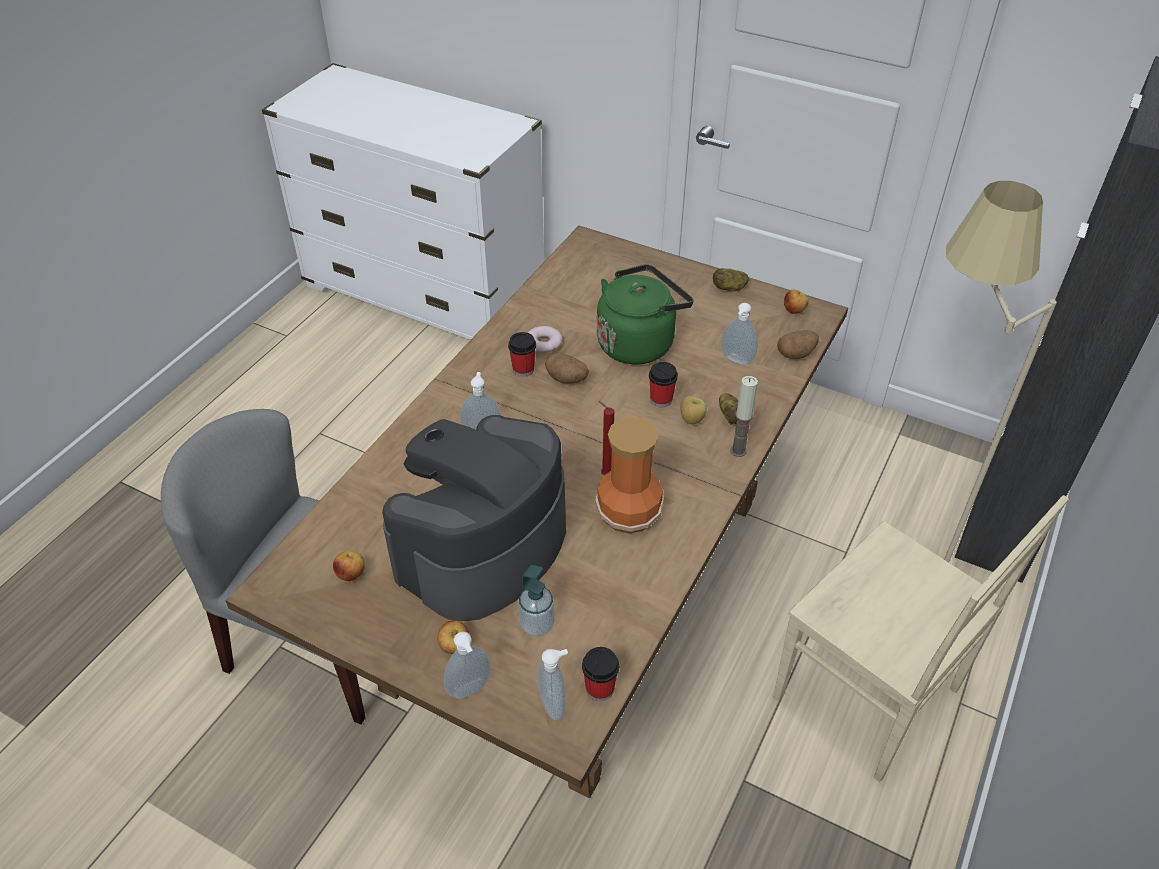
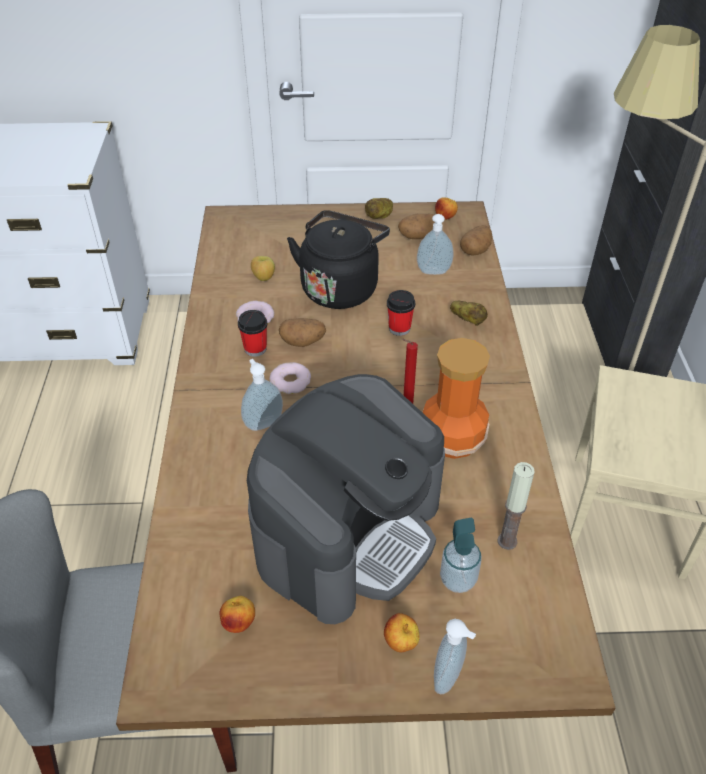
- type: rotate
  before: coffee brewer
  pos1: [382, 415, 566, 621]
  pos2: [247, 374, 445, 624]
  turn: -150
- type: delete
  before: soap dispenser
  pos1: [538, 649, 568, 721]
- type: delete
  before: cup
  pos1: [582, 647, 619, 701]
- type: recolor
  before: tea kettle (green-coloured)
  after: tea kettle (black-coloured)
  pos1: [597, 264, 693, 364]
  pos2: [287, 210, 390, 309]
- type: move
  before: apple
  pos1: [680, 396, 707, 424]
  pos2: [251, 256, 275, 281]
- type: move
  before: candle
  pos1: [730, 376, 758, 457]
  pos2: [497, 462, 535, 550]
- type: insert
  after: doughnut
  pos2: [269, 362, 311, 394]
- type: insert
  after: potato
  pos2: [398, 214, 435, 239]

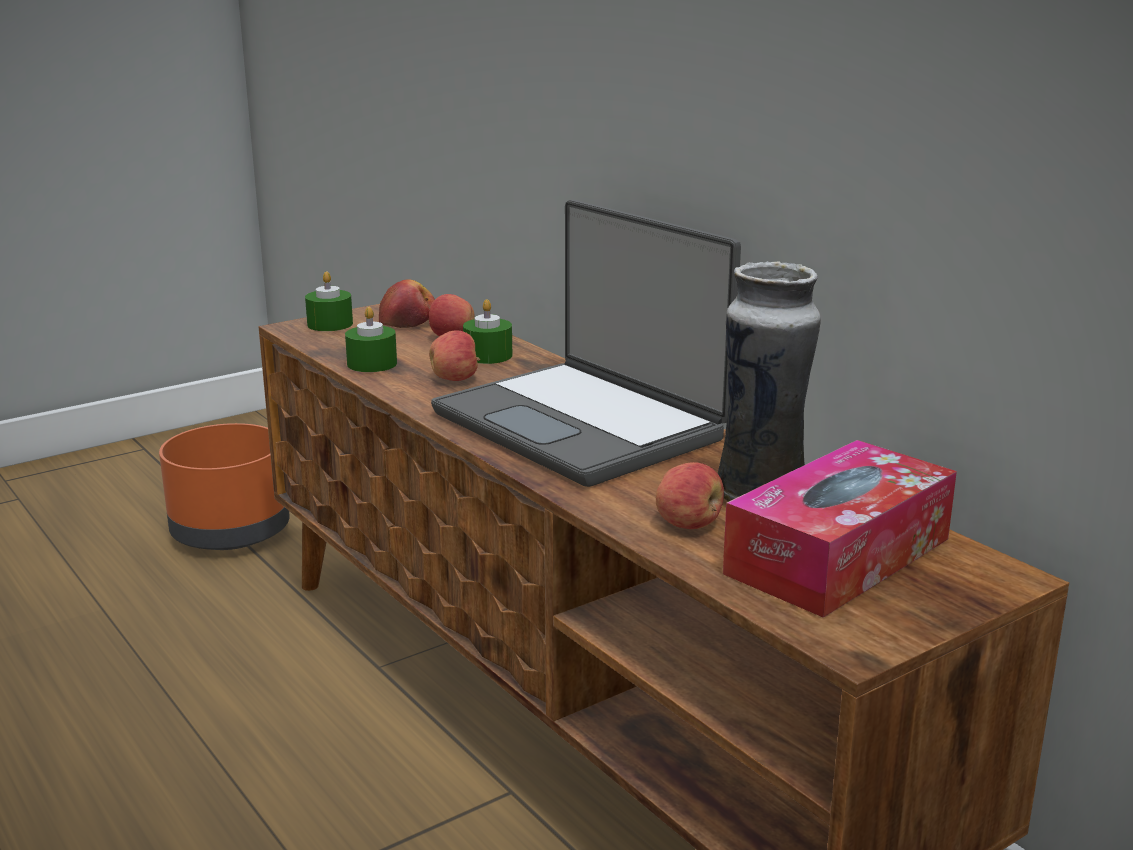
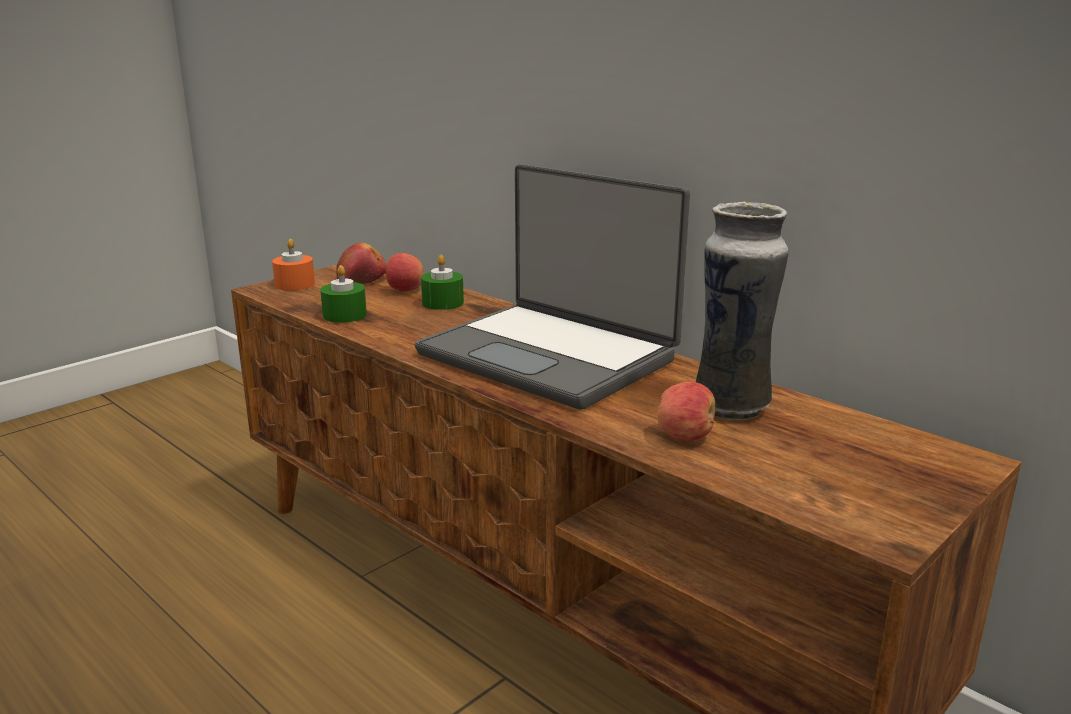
- type: delete
  before: planter (orange-coloured)
  pos1: [159, 423, 290, 550]
- type: recolor
  before: candle (green-coloured)
  after: candle (orange-coloured)
  pos1: [305, 272, 353, 331]
  pos2: [272, 239, 315, 291]
- type: delete
  before: apple
  pos1: [429, 330, 480, 381]
- type: delete
  before: tissue box
  pos1: [723, 440, 957, 618]

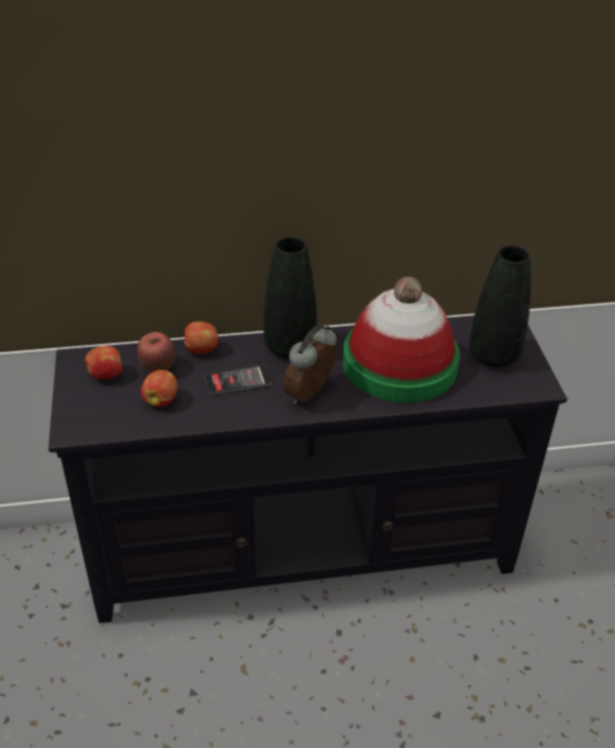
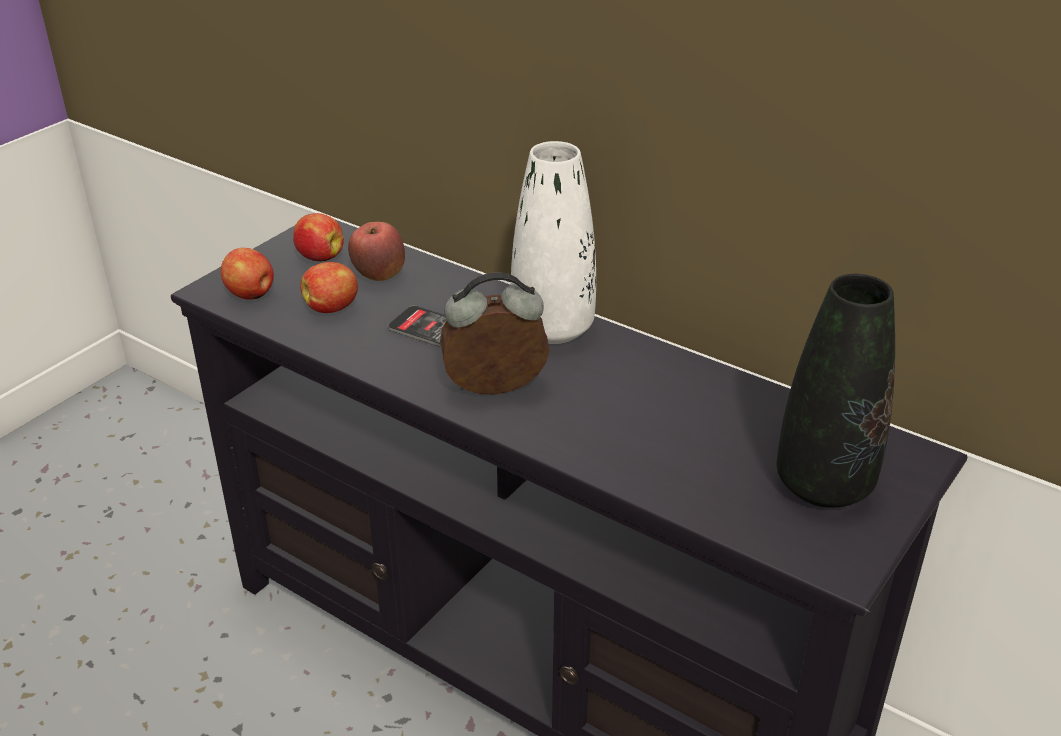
- type: move
  before: apple
  pos1: [184, 321, 218, 354]
  pos2: [220, 248, 274, 300]
- type: recolor
  before: flower vase (black-coloured)
  after: flower vase (white)
  pos1: [263, 237, 317, 358]
  pos2: [511, 141, 596, 344]
- type: delete
  before: hat
  pos1: [343, 277, 460, 403]

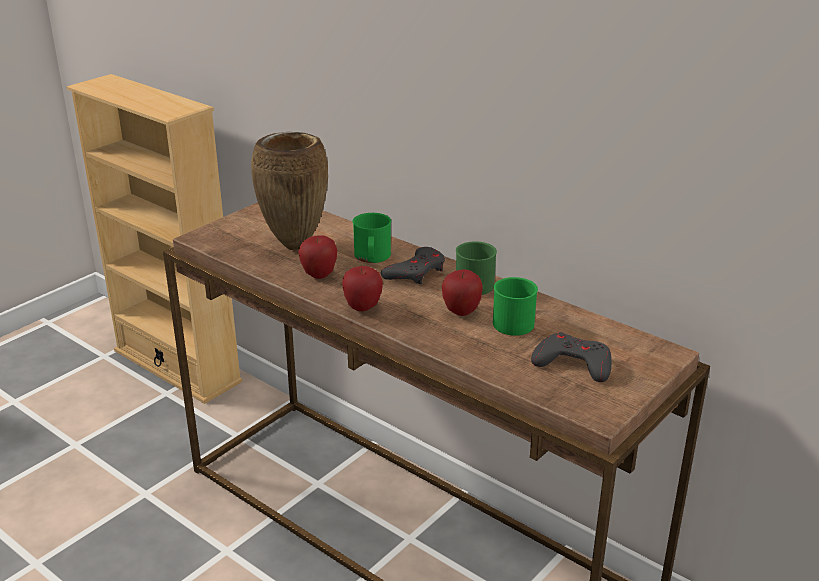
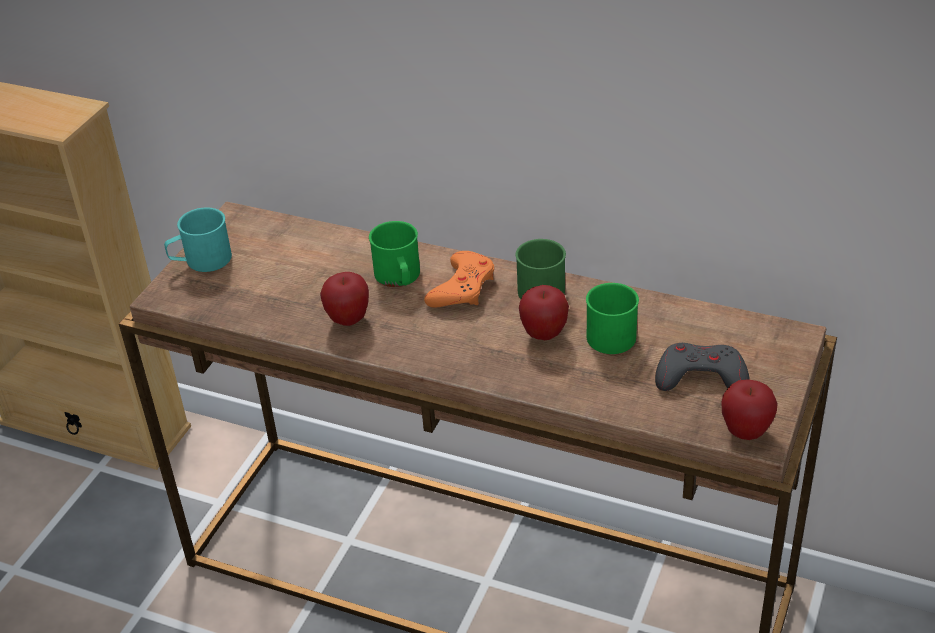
- type: delete
  before: flower vase (brownish)
  pos1: [251, 132, 328, 250]
- type: move
  before: apple
  pos1: [342, 266, 383, 311]
  pos2: [721, 379, 778, 440]
- type: recolor
  before: game controller (grey)
  after: game controller (orange-coloured)
  pos1: [381, 247, 445, 284]
  pos2: [424, 251, 494, 308]
- type: insert
  after: tea mug (turquoise-coloured)
  pos2: [164, 207, 232, 272]

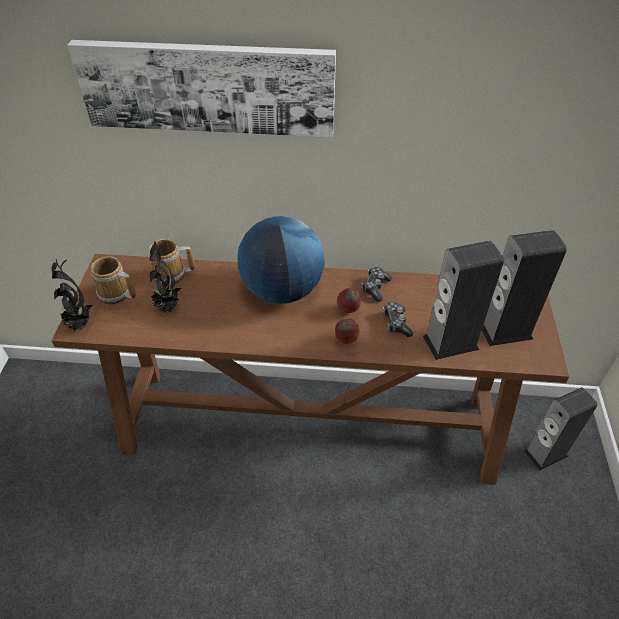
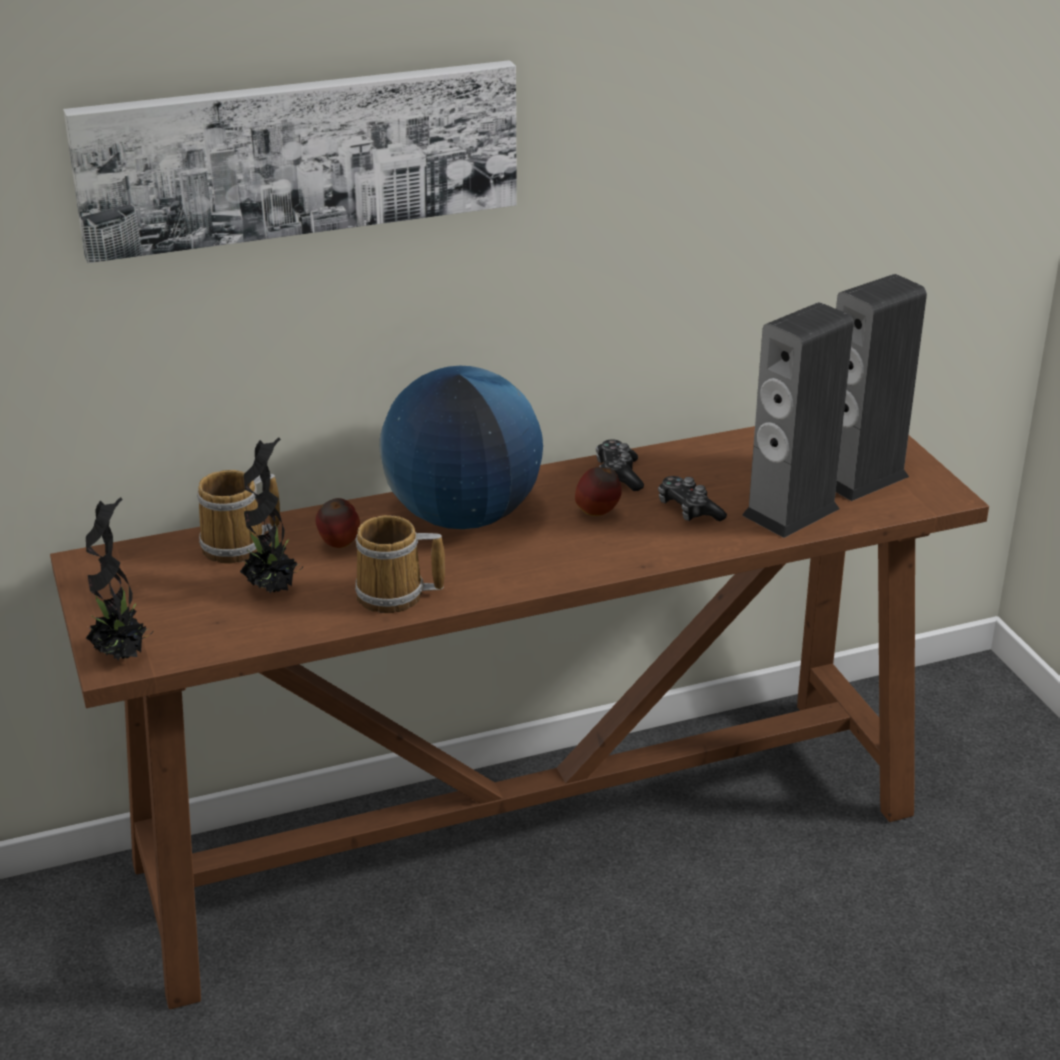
- type: move
  before: tea mug
  pos1: [91, 256, 136, 305]
  pos2: [355, 515, 445, 613]
- type: move
  before: apple
  pos1: [335, 319, 360, 344]
  pos2: [316, 498, 360, 548]
- type: delete
  before: audio speaker
  pos1: [524, 387, 598, 471]

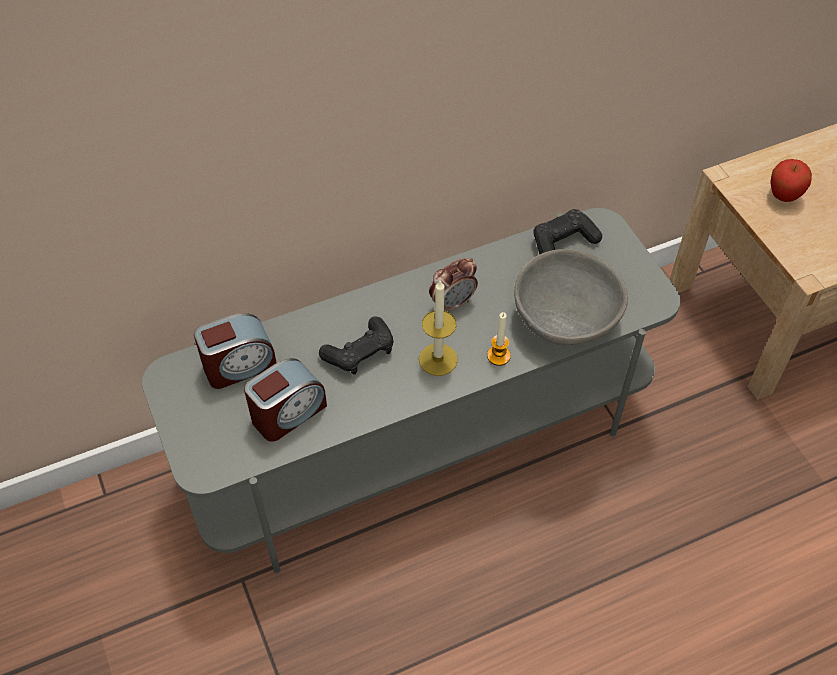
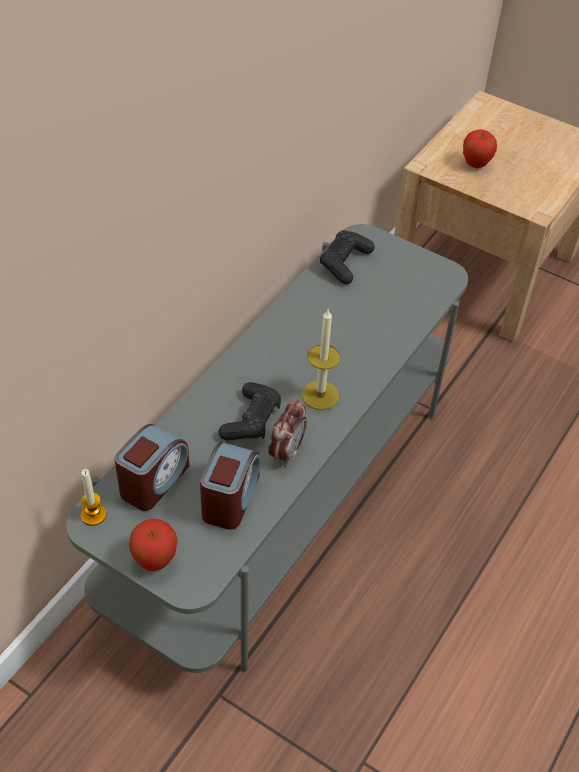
- type: move
  before: alarm clock
  pos1: [429, 258, 478, 311]
  pos2: [268, 399, 307, 466]
- type: move
  before: candle
  pos1: [487, 312, 511, 366]
  pos2: [81, 469, 106, 526]
- type: delete
  before: deep dish (grey)
  pos1: [514, 249, 628, 345]
- type: insert
  after: apple
  pos2: [129, 518, 178, 571]

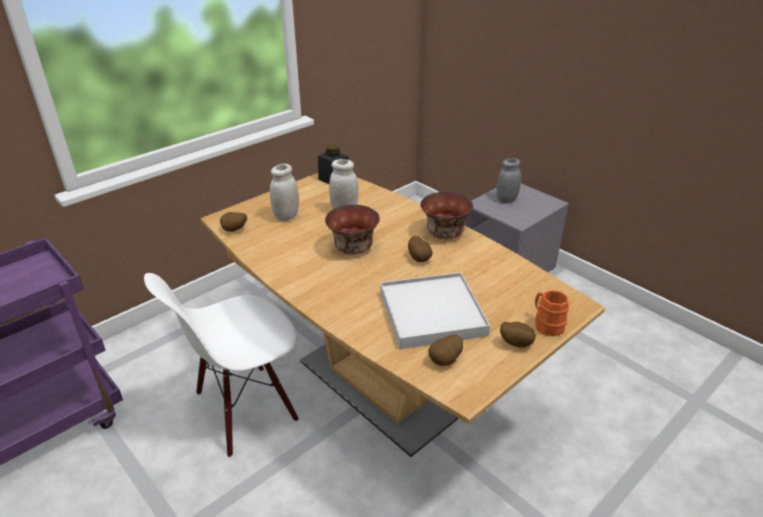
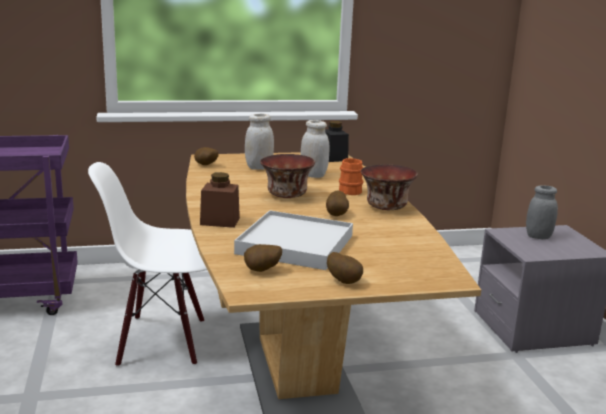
- type: move
  before: tea mug (orange-coloured)
  pos1: [535, 290, 569, 336]
  pos2: [339, 158, 363, 195]
- type: insert
  after: jar (brownish)
  pos2: [200, 172, 240, 228]

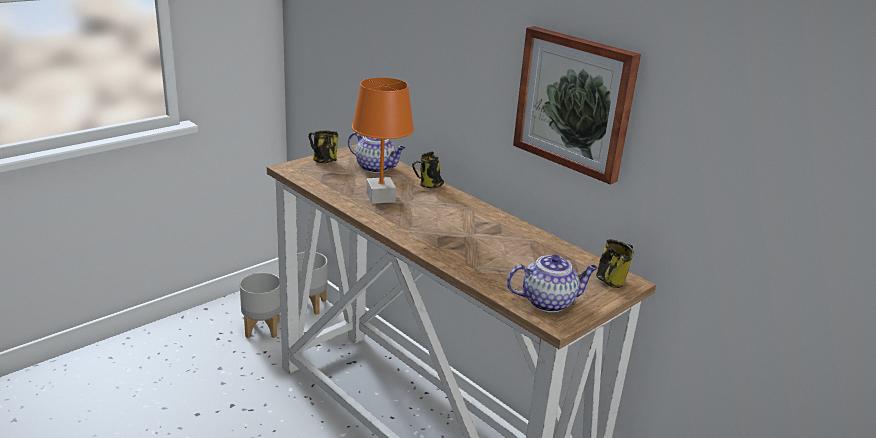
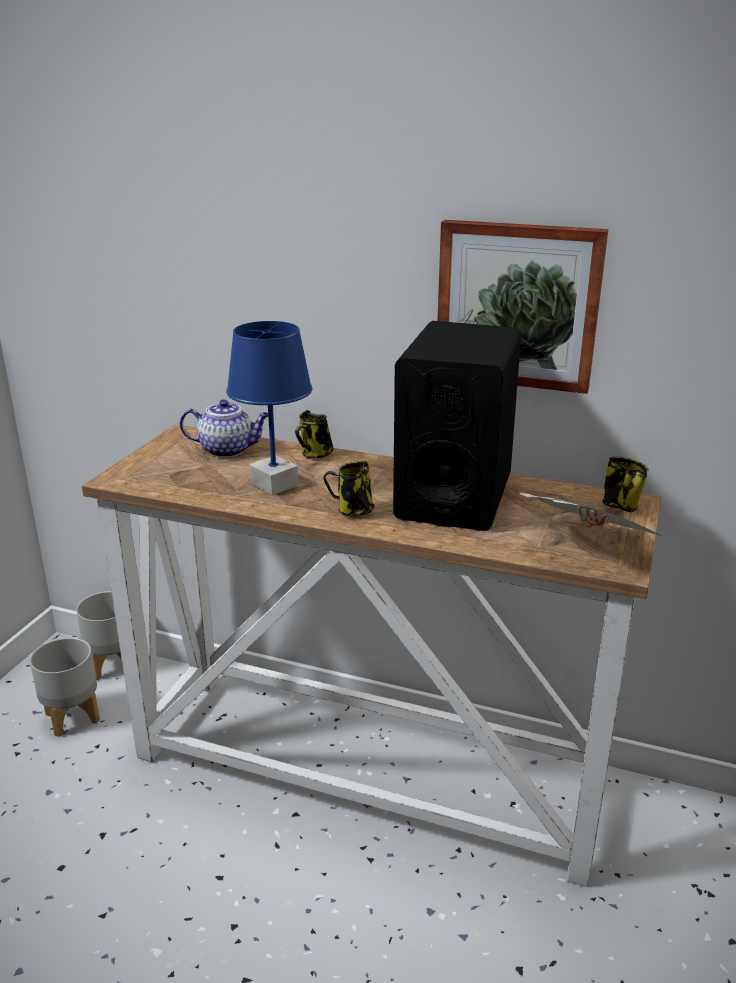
- type: move
  before: tea mug
  pos1: [309, 130, 338, 163]
  pos2: [324, 461, 374, 516]
- type: recolor
  before: tabletop lamp (orange-coloured)
  after: tabletop lamp (blue-coloured)
  pos1: [352, 78, 414, 204]
  pos2: [226, 321, 312, 495]
- type: replace
  before: tea pot
  after: daily paper
  pos1: [507, 254, 598, 312]
  pos2: [520, 492, 661, 536]
- type: insert
  after: audio speaker (black-coloured)
  pos2: [393, 321, 521, 531]

